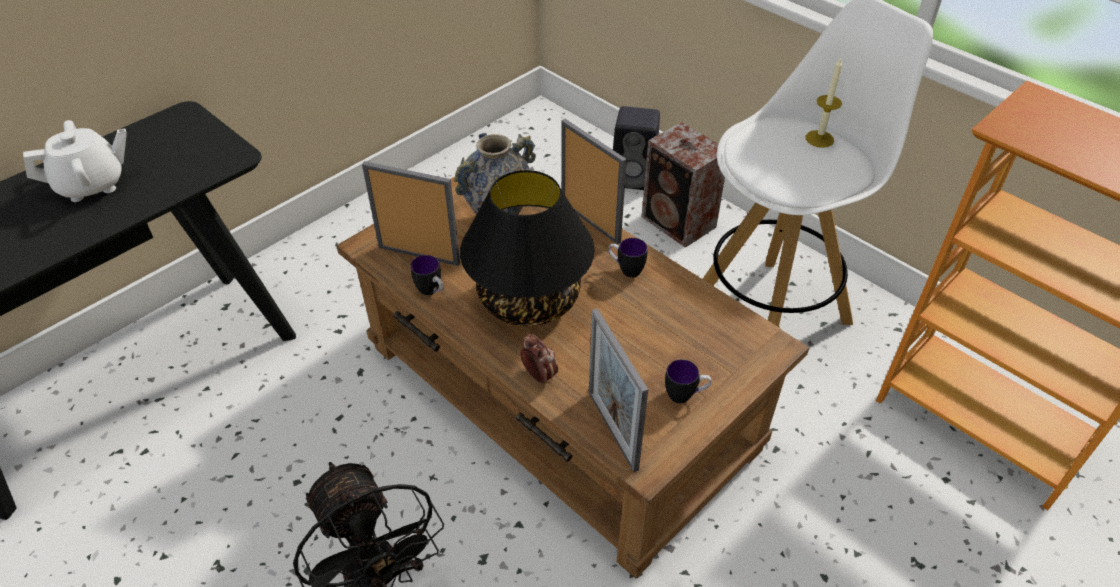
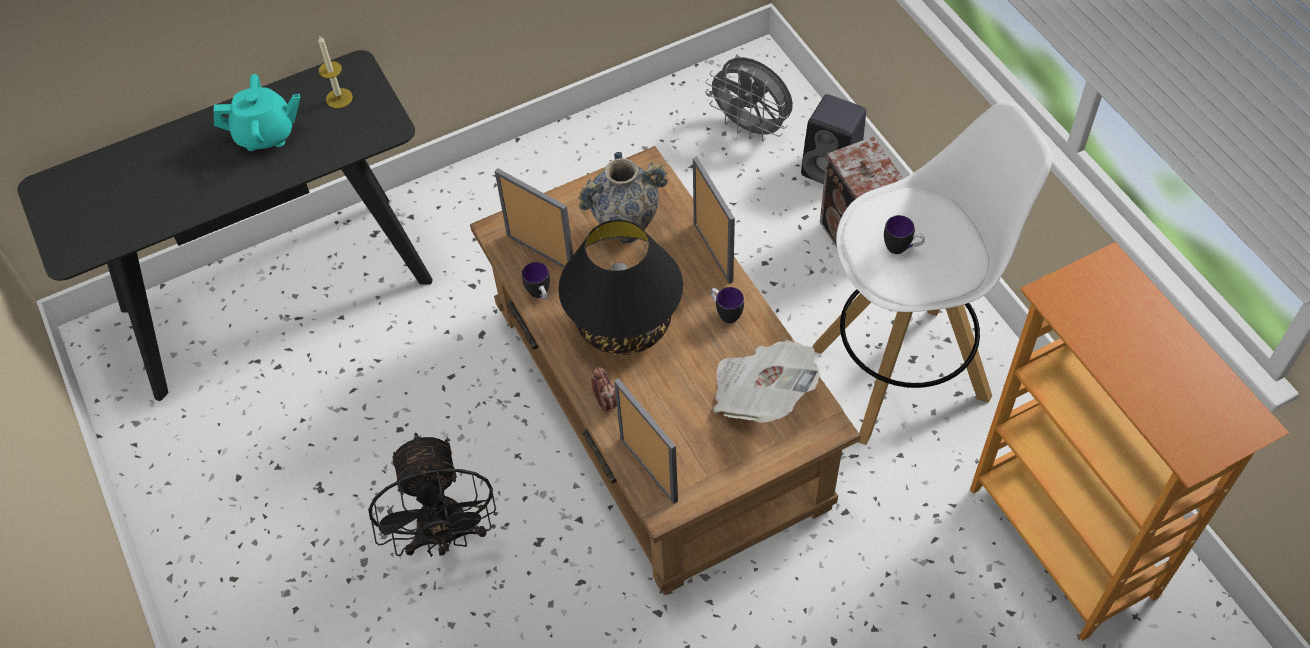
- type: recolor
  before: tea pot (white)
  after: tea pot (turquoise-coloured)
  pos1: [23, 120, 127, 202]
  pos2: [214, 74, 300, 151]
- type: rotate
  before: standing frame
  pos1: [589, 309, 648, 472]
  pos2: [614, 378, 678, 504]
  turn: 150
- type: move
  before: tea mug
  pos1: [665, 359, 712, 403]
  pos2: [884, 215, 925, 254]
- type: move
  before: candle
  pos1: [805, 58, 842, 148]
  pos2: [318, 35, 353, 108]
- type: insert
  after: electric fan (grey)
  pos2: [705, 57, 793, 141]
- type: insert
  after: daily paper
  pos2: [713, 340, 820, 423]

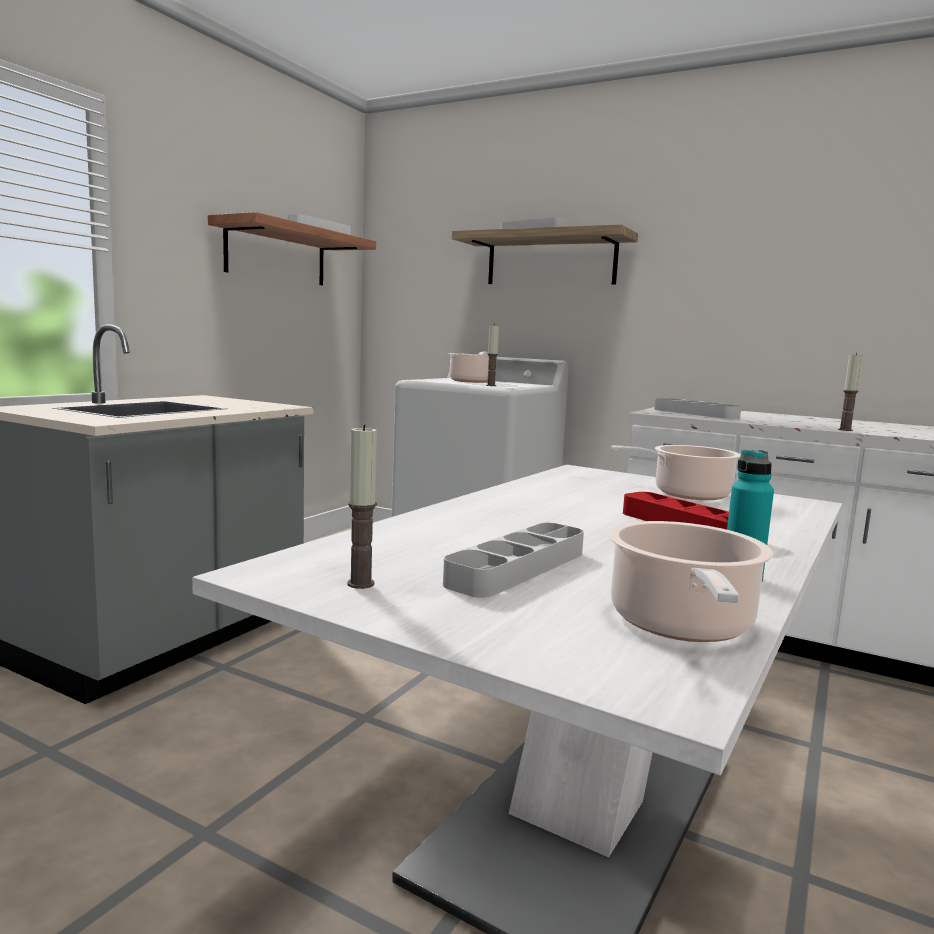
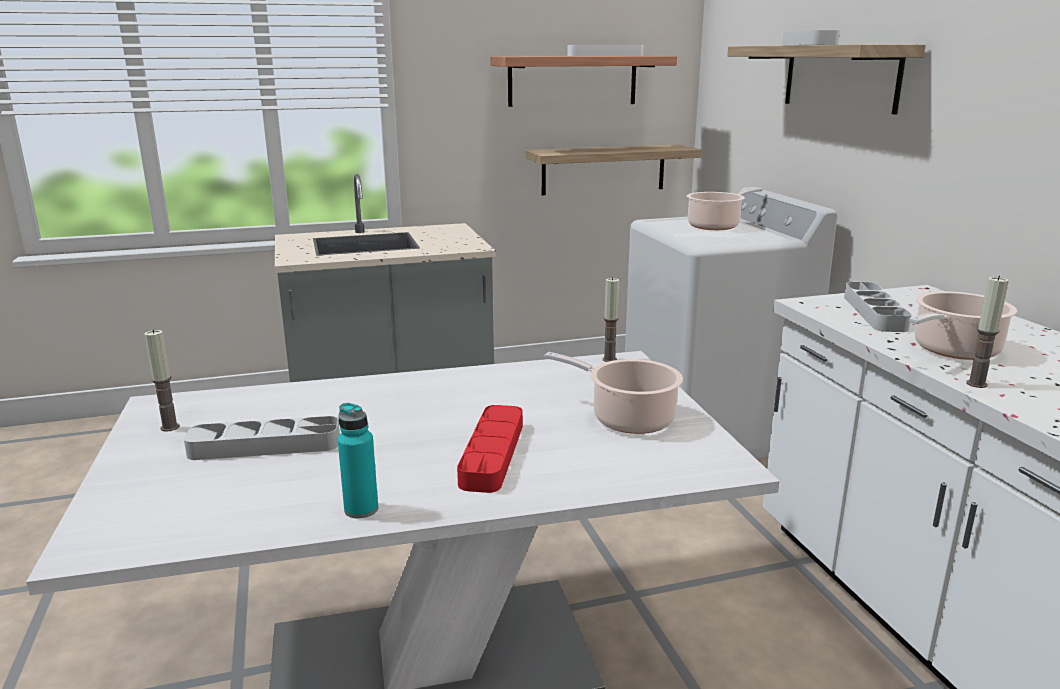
- type: move
  before: candle
  pos1: [486, 324, 499, 386]
  pos2: [602, 277, 619, 362]
- type: move
  before: stockpot
  pos1: [609, 521, 773, 642]
  pos2: [909, 291, 1017, 360]
- type: insert
  after: shelf
  pos2: [525, 144, 702, 195]

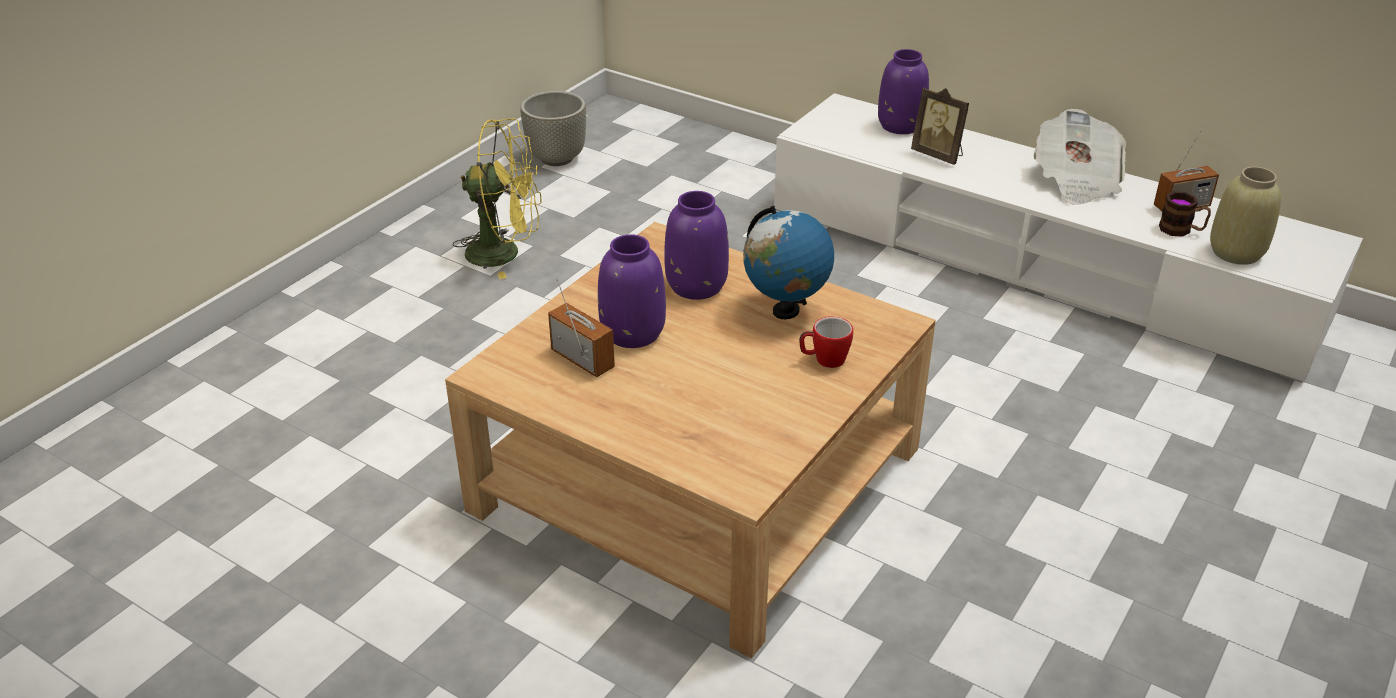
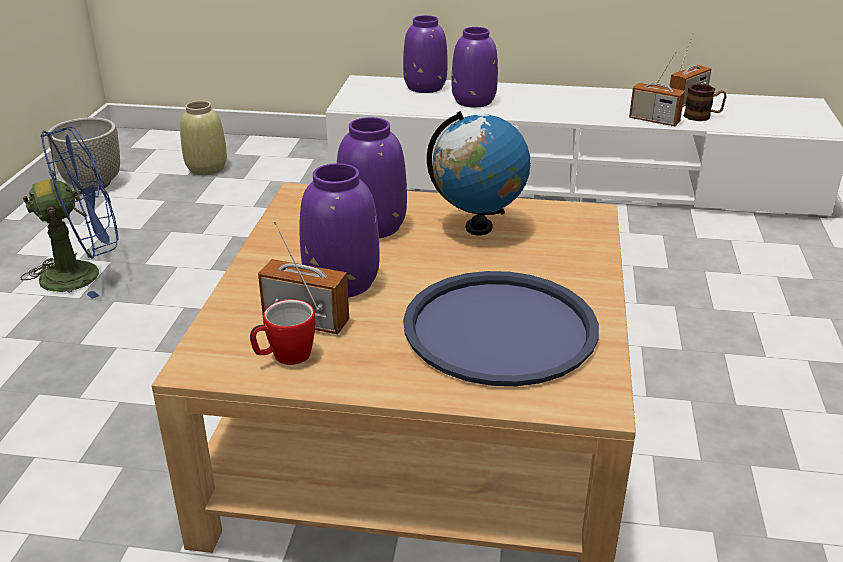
- type: recolor
  before: electric fan (yellow-coloured)
  after: electric fan (blue-coloured)
  pos1: [453, 118, 542, 279]
  pos2: [21, 127, 119, 299]
- type: move
  before: tea mug
  pos1: [799, 316, 853, 368]
  pos2: [250, 299, 316, 365]
- type: replace
  before: standing frame
  after: flower vase (purple-coloured)
  pos1: [911, 87, 969, 165]
  pos2: [452, 27, 498, 107]
- type: delete
  before: daily paper
  pos1: [1033, 109, 1126, 205]
- type: move
  before: flower vase (beige)
  pos1: [1210, 167, 1281, 265]
  pos2: [180, 101, 227, 175]
- type: insert
  after: tray (blue-coloured)
  pos2: [403, 271, 599, 386]
- type: insert
  after: radio set
  pos2: [629, 51, 685, 126]

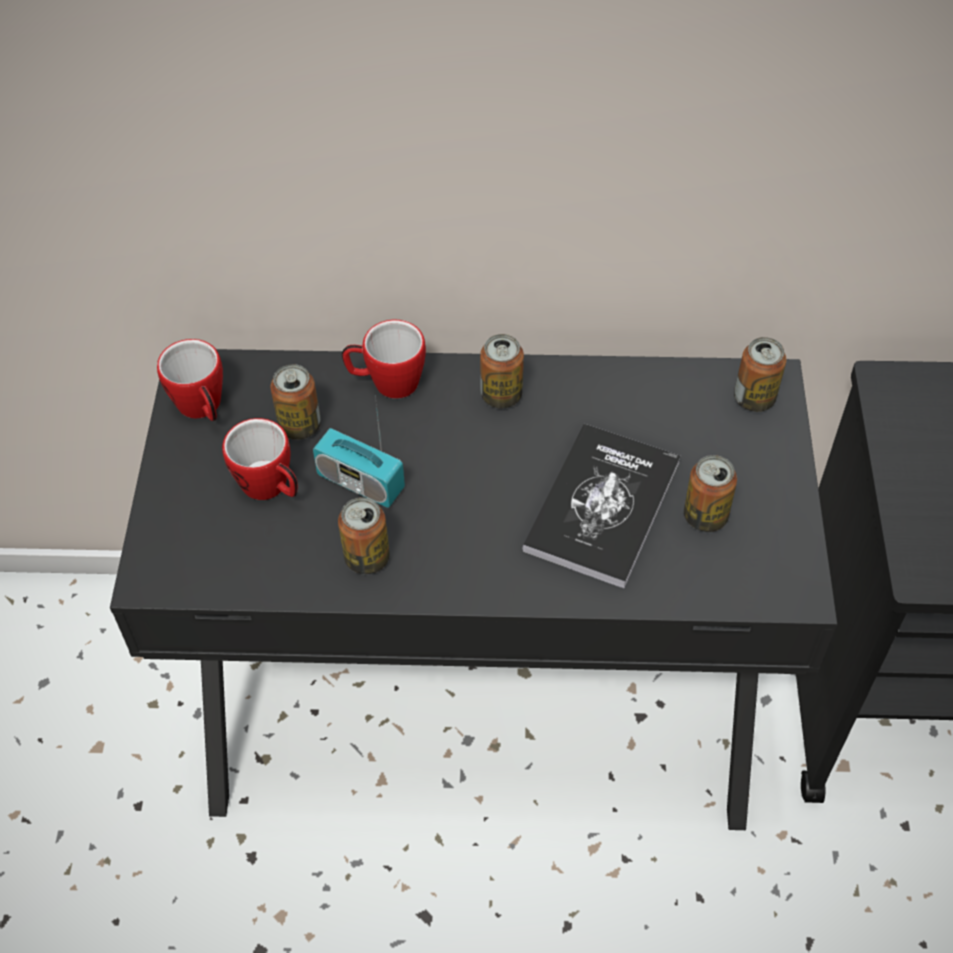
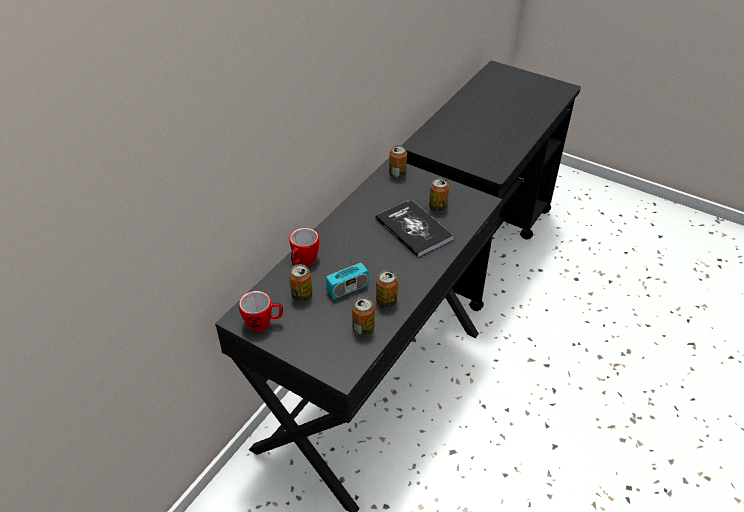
- type: delete
  before: tea mug
  pos1: [222, 418, 298, 500]
- type: move
  before: sealed can
  pos1: [480, 334, 524, 409]
  pos2: [352, 297, 375, 336]

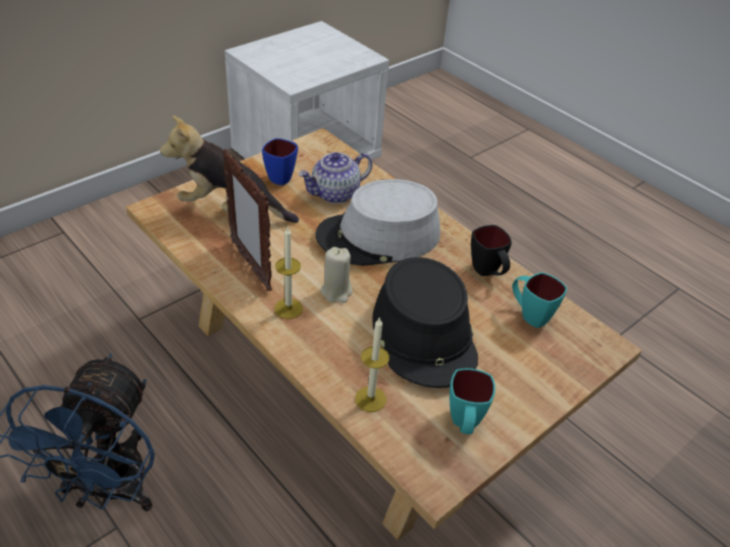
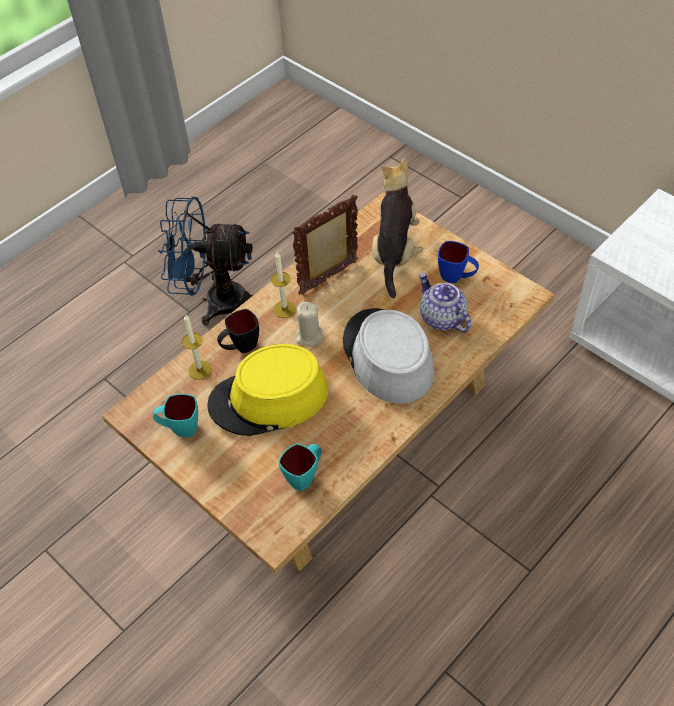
- type: recolor
  before: hat (black-coloured)
  after: hat (yellow-coloured)
  pos1: [373, 257, 478, 388]
  pos2: [207, 344, 328, 436]
- type: move
  before: tea mug (black-coloured)
  pos1: [471, 225, 512, 276]
  pos2: [217, 309, 259, 353]

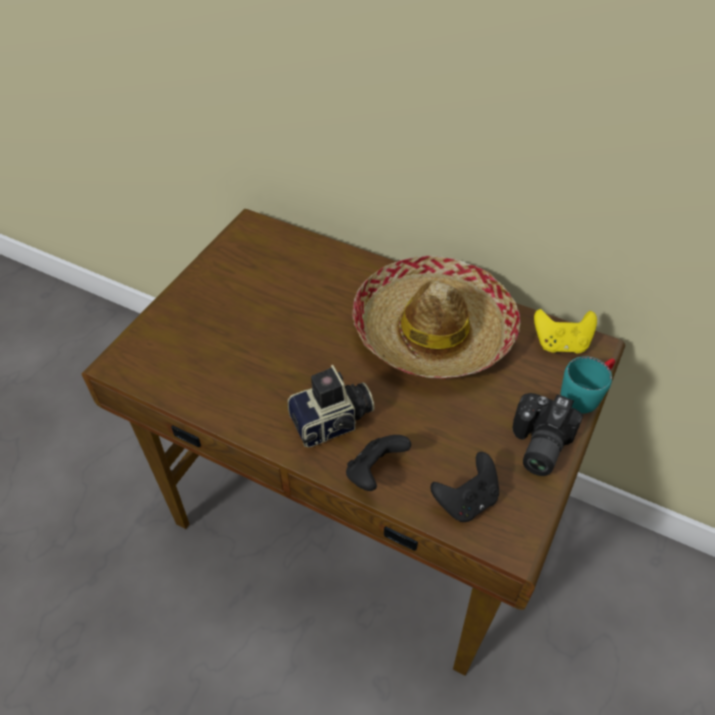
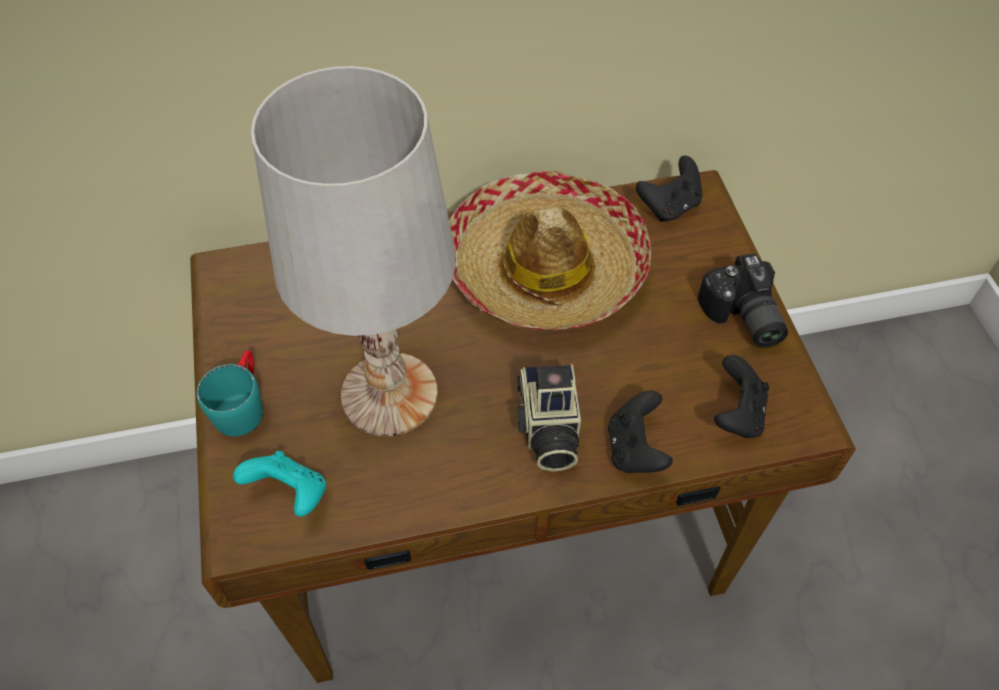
- type: rotate
  before: photo camera
  pos1: [288, 365, 375, 448]
  pos2: [517, 364, 581, 472]
  turn: 150
- type: recolor
  before: game controller (yellow-coloured)
  after: game controller (black-coloured)
  pos1: [534, 309, 597, 353]
  pos2: [636, 156, 702, 222]
- type: move
  before: tea mug (turquoise-coloured)
  pos1: [560, 356, 615, 413]
  pos2: [197, 350, 263, 437]
- type: insert
  after: game controller (turquoise-coloured)
  pos2: [233, 451, 326, 517]
- type: insert
  after: tabletop lamp (white)
  pos2: [251, 66, 456, 436]

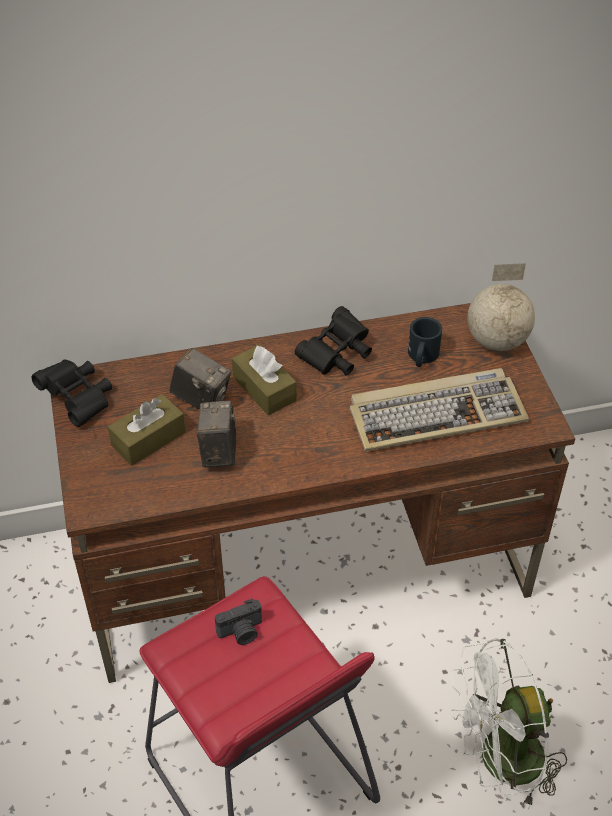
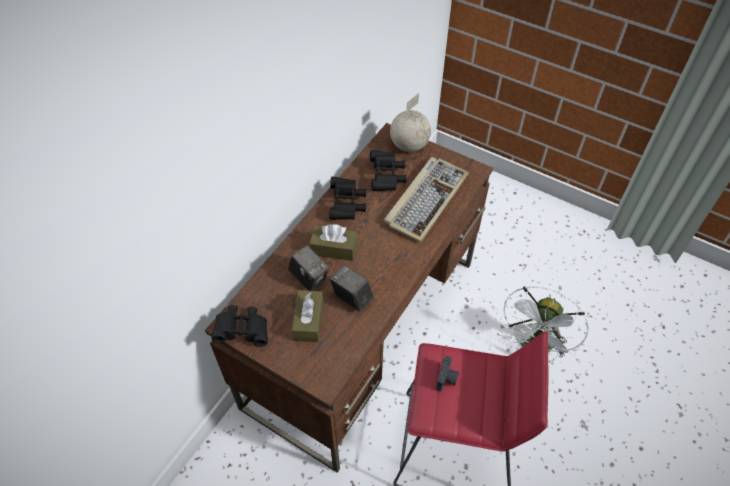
- type: rotate
  before: photo camera
  pos1: [169, 348, 231, 410]
  pos2: [288, 245, 329, 291]
  turn: 60
- type: replace
  before: tea mug (black-coloured)
  after: binoculars (black-coloured)
  pos1: [408, 317, 442, 367]
  pos2: [370, 150, 406, 191]

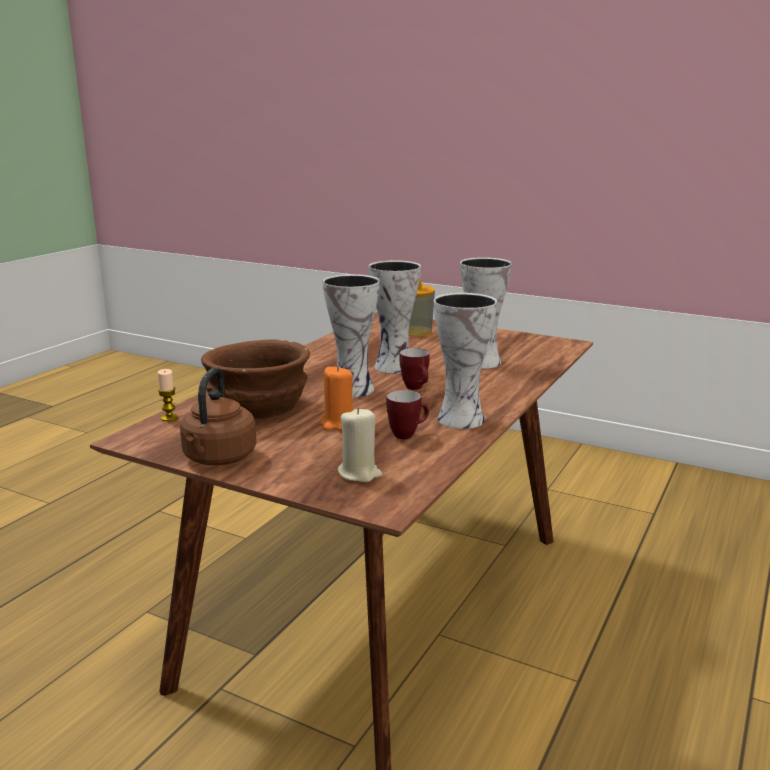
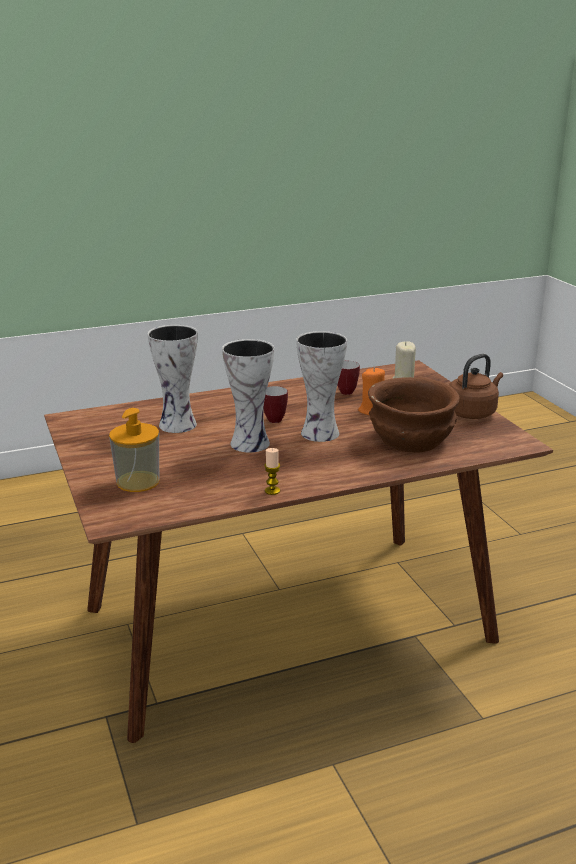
- type: move
  before: candle
  pos1: [158, 369, 178, 422]
  pos2: [264, 448, 280, 495]
- type: delete
  before: flower vase
  pos1: [434, 293, 497, 429]

